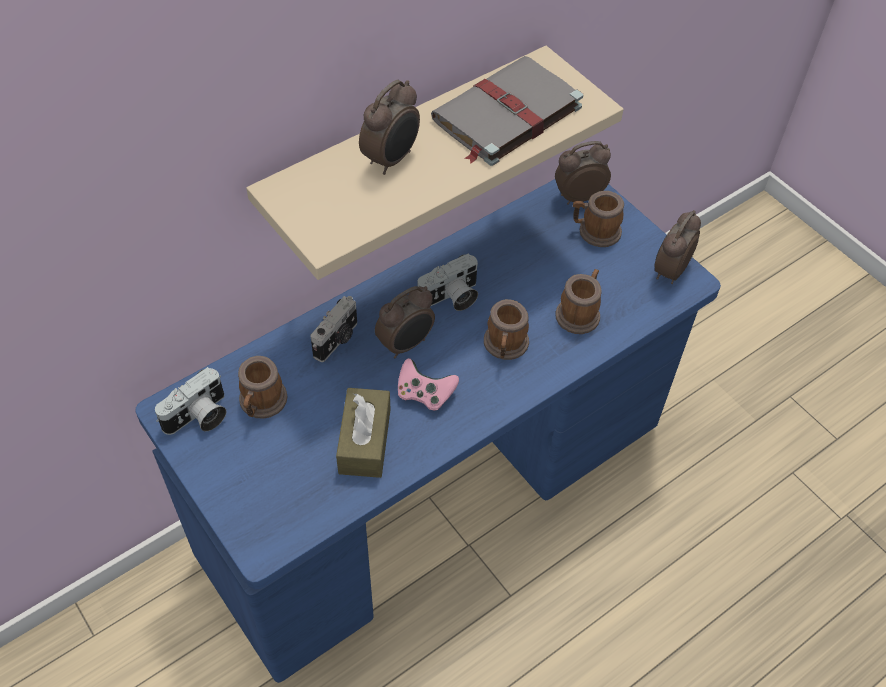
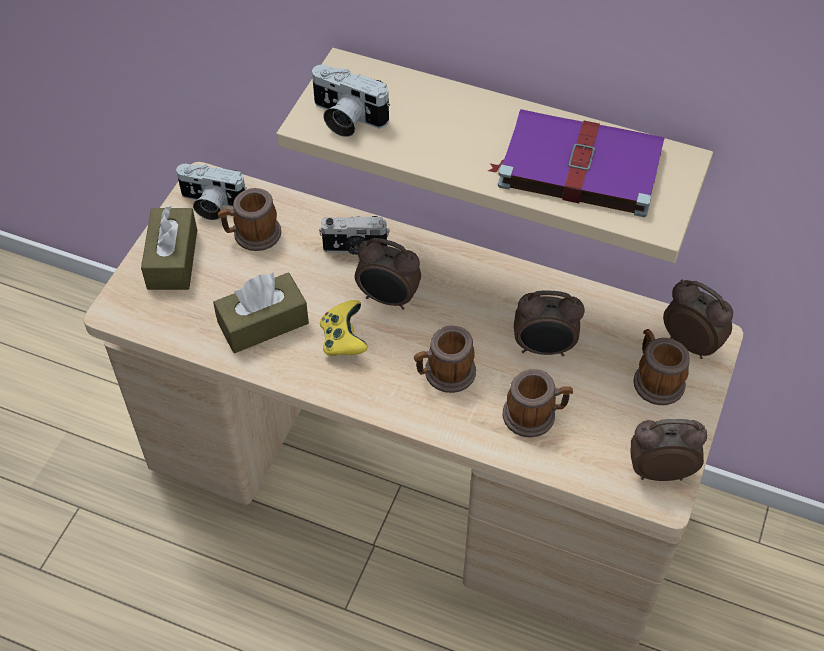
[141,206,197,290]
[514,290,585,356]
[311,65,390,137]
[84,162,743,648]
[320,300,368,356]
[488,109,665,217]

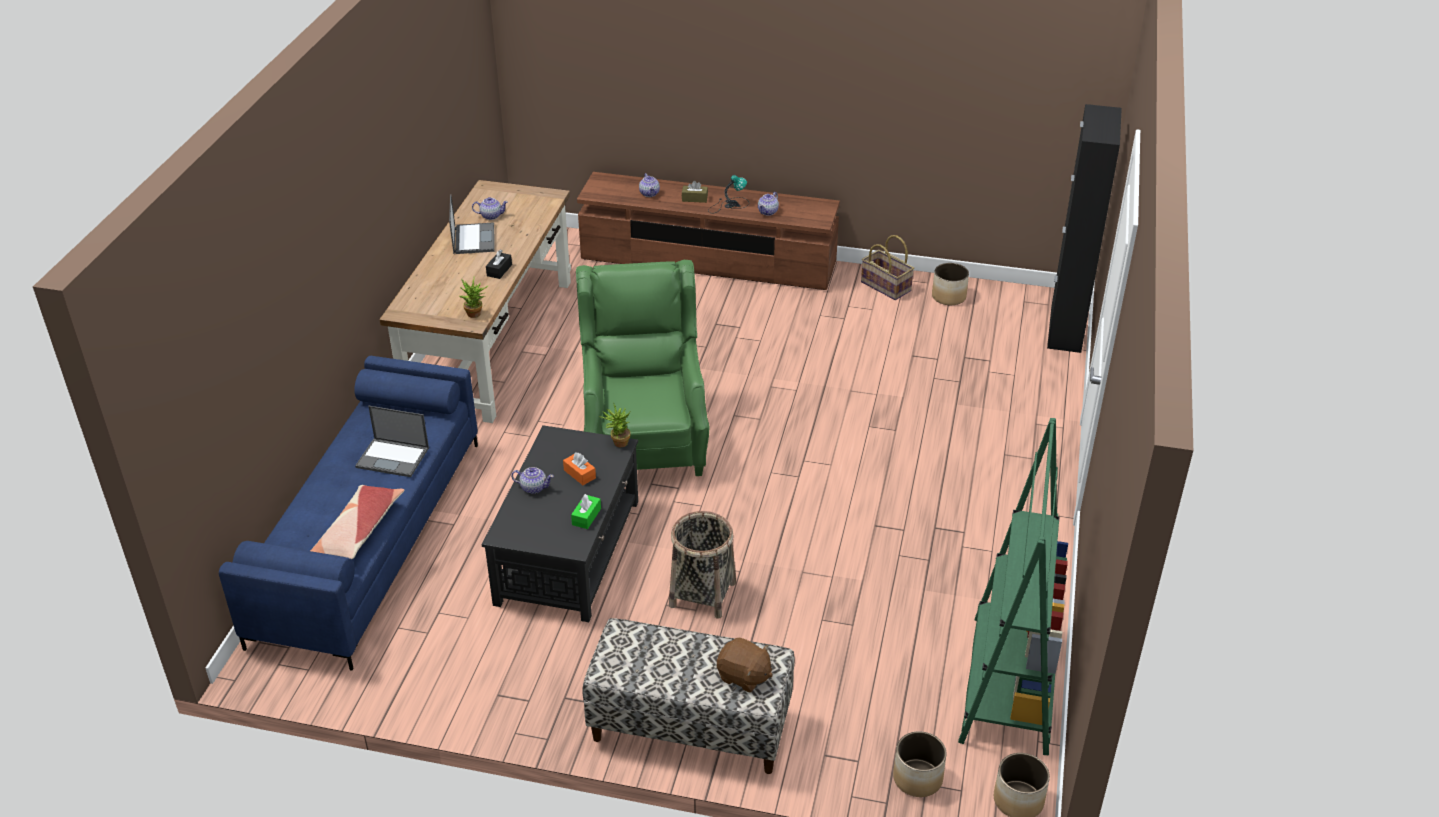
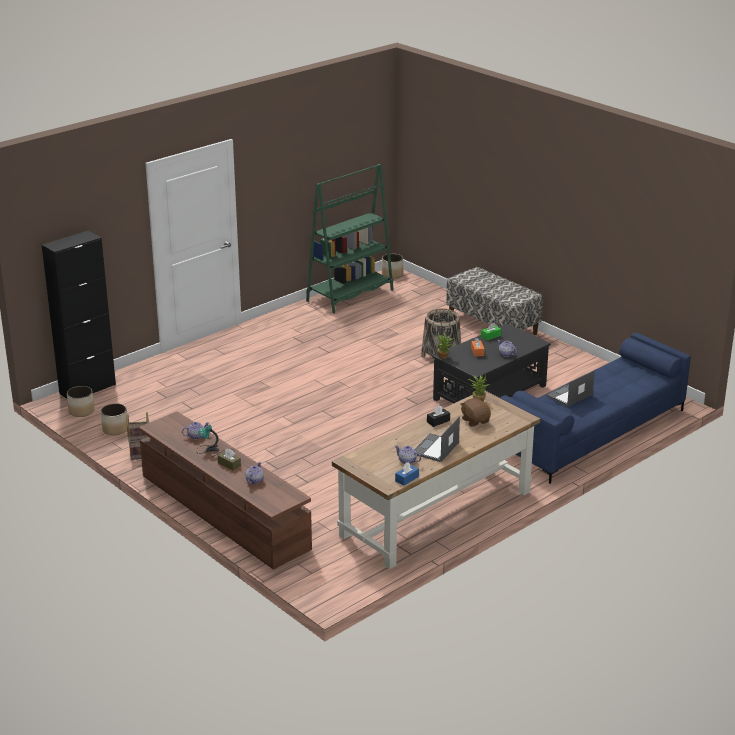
[310,485,405,559] (first image)
[576,260,709,476] (first image)
[395,462,419,486]
[460,398,491,427]
[67,386,95,417]
[546,370,595,407]

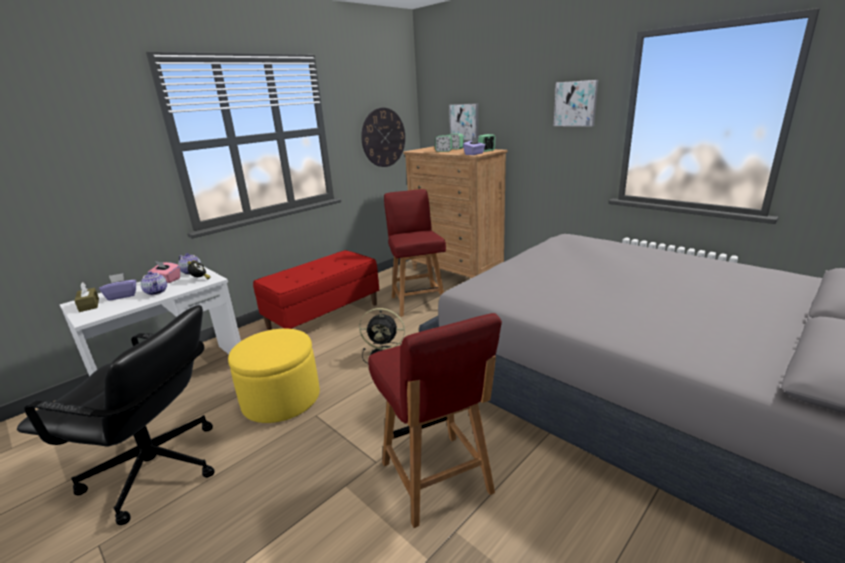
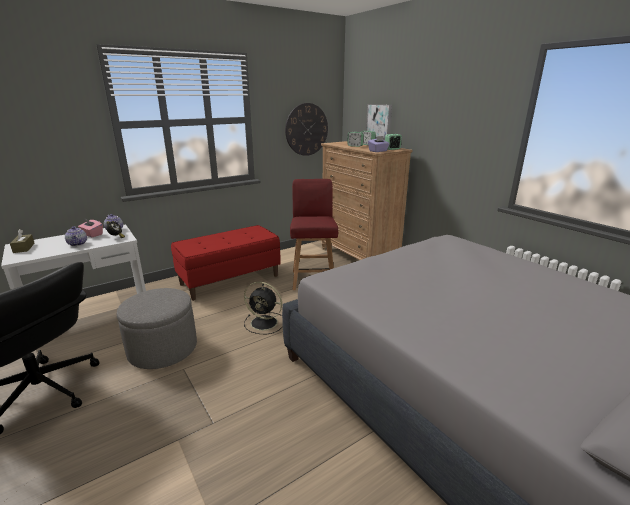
[99,273,136,301] (first image)
[368,313,502,528] (first image)
[554,80,598,127] (first image)
[117,288,197,369]

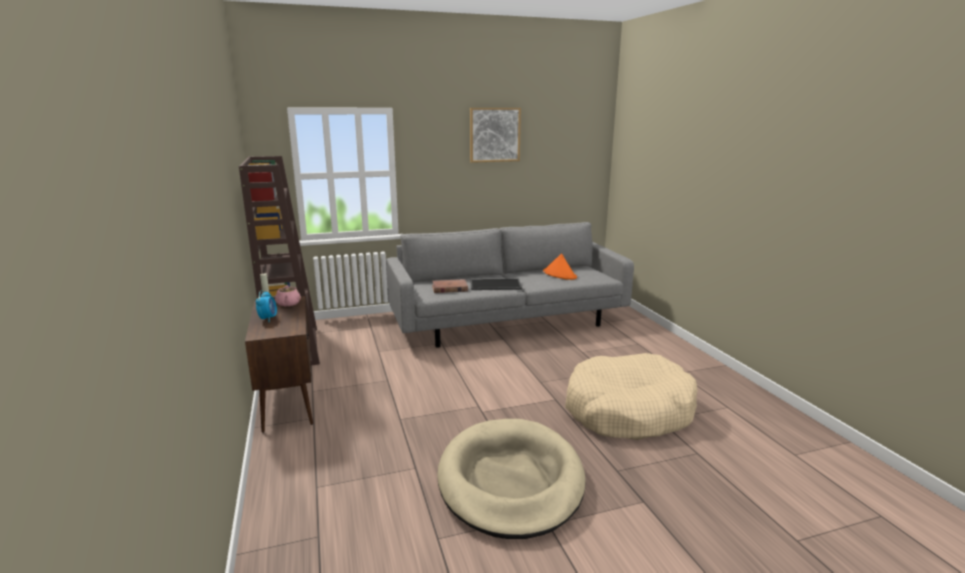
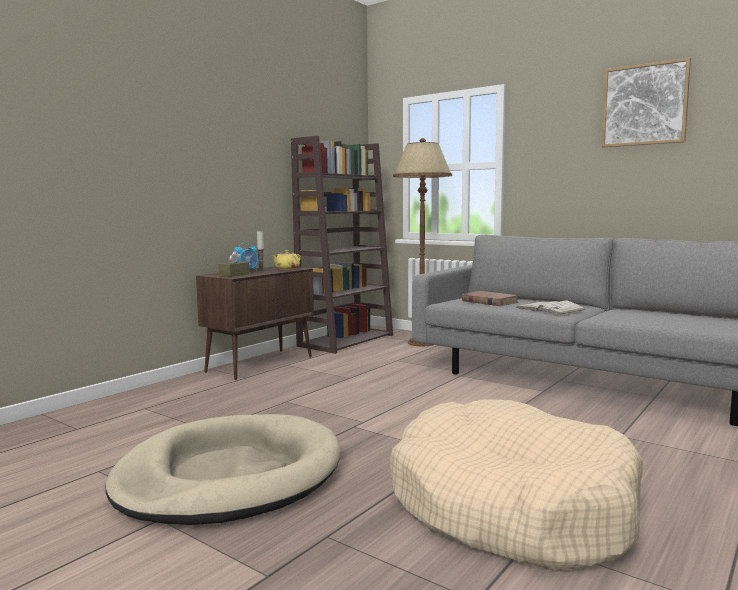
[543,253,577,280] (first image)
[218,251,249,277]
[393,138,452,346]
[516,301,586,315]
[271,250,301,270]

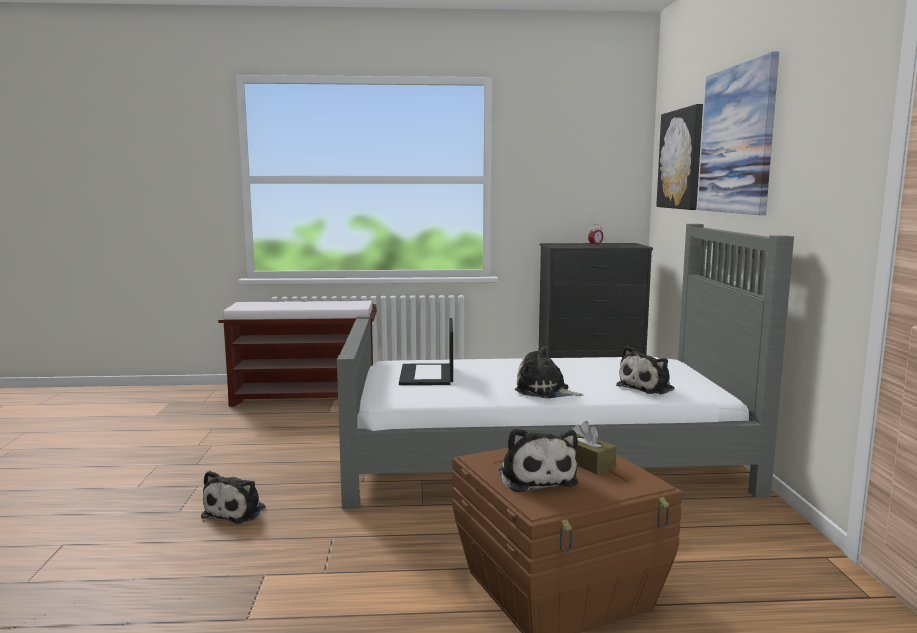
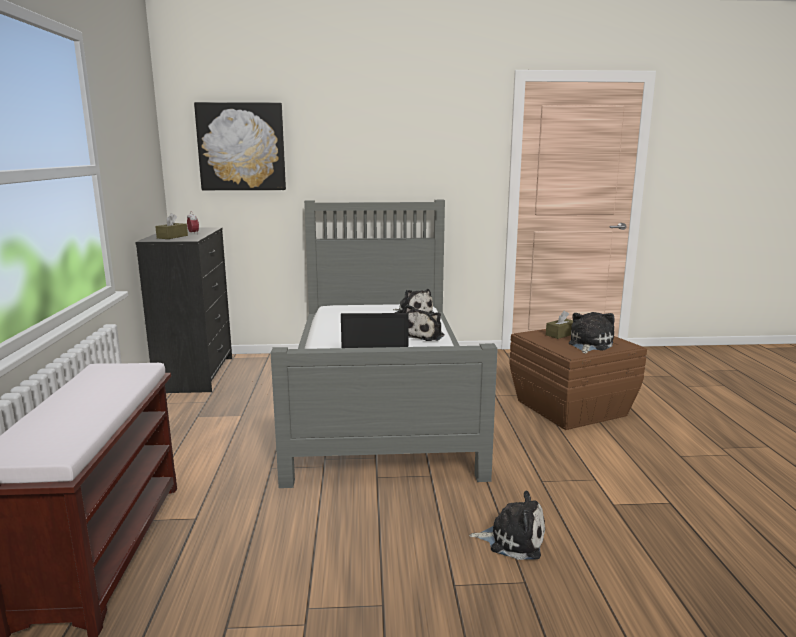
[698,51,779,215] (first image)
[155,213,188,239]
[569,312,615,354]

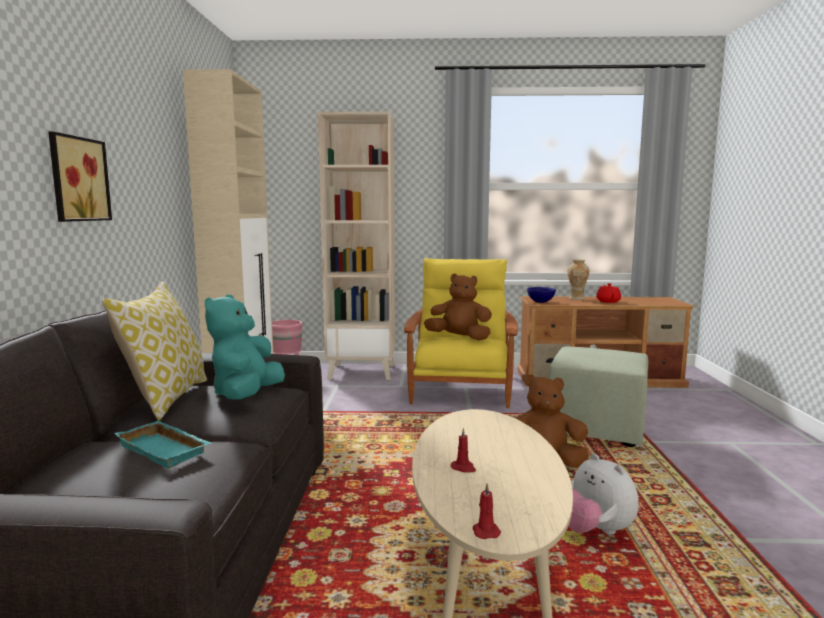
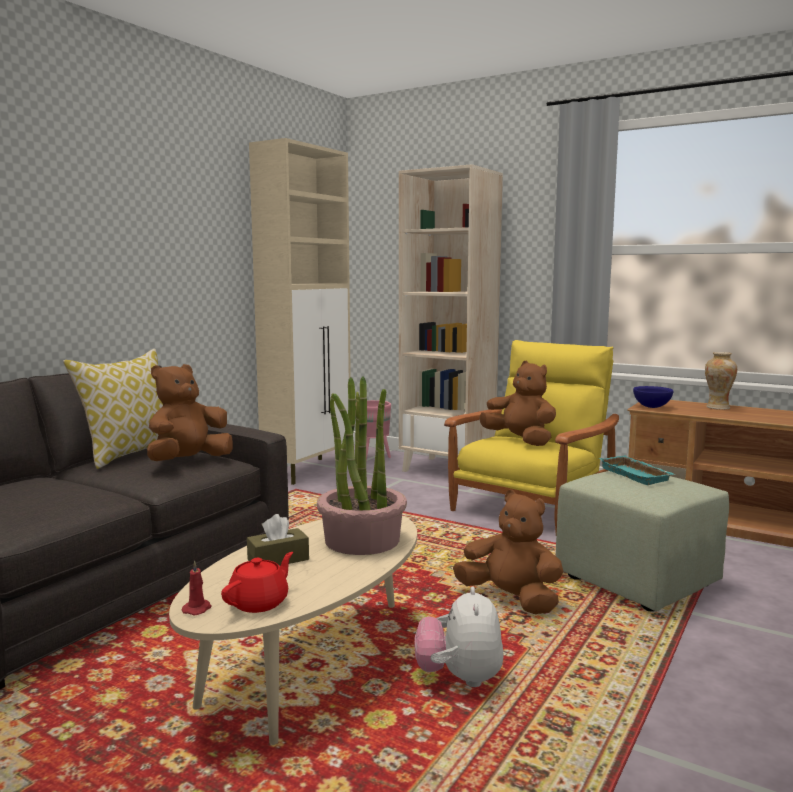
[48,132,112,222] (first image)
[317,376,407,555]
[599,456,674,485]
[221,552,293,613]
[247,514,309,566]
[147,364,233,461]

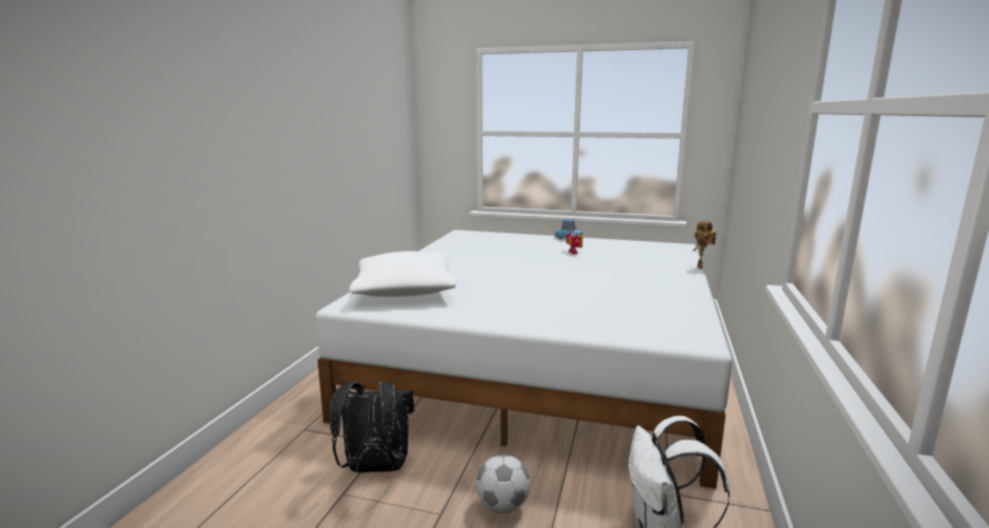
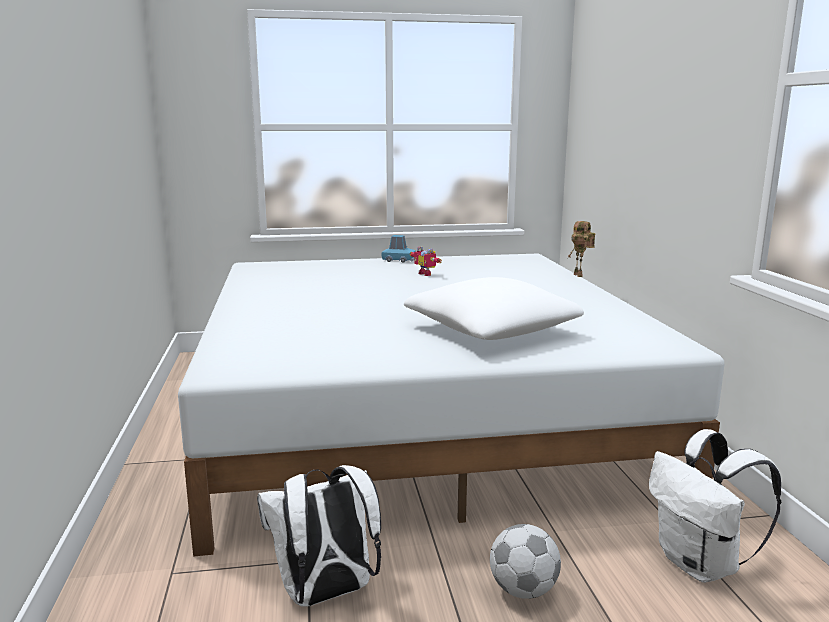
[404,277,584,340]
[257,465,381,607]

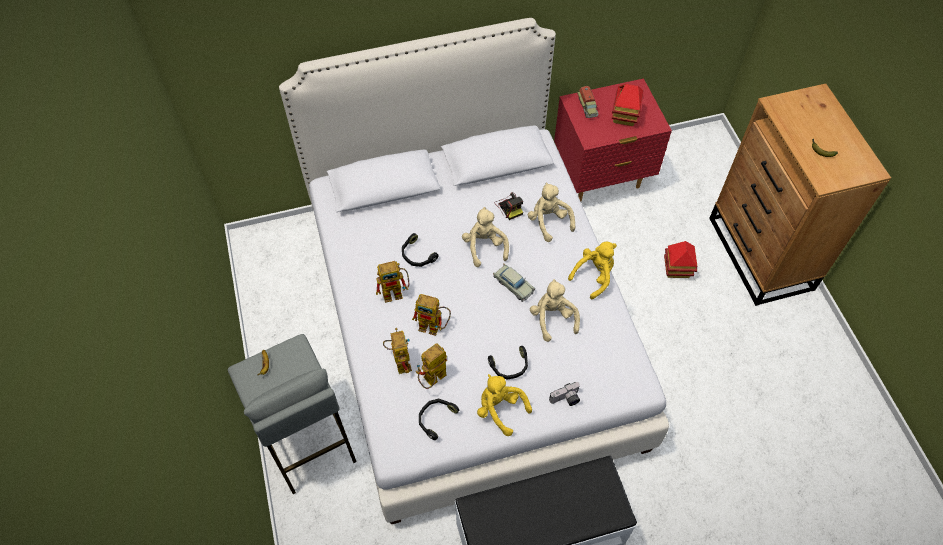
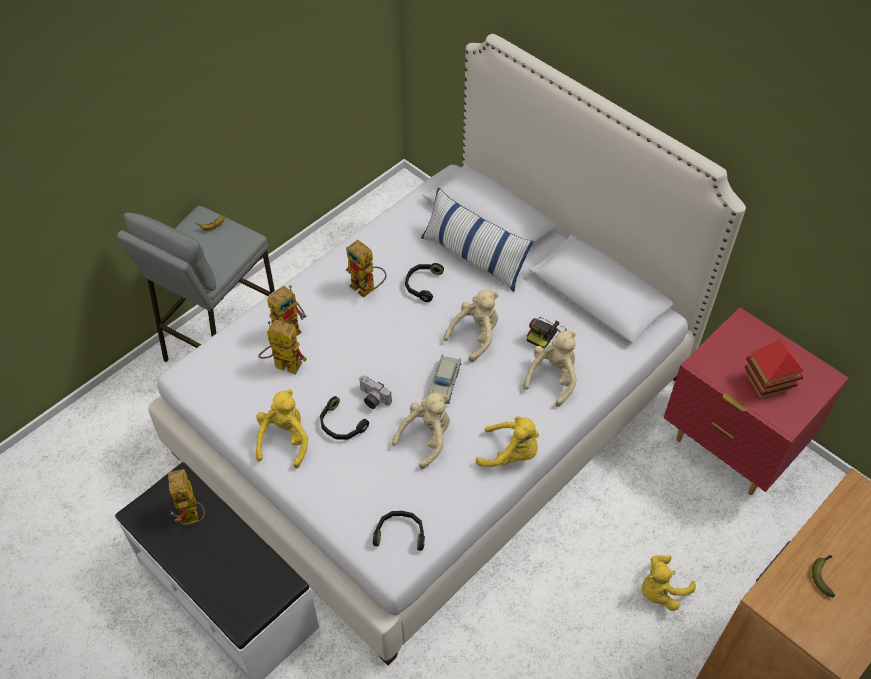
[578,86,598,118] (first image)
[421,187,534,292]
[168,469,205,525]
[373,511,425,551]
[359,375,392,409]
[642,555,696,611]

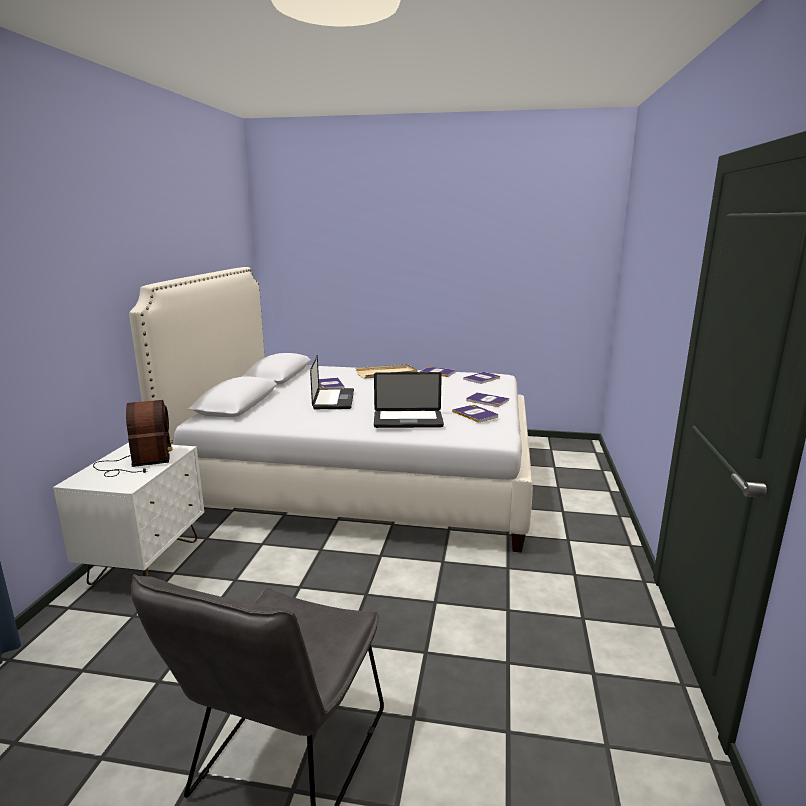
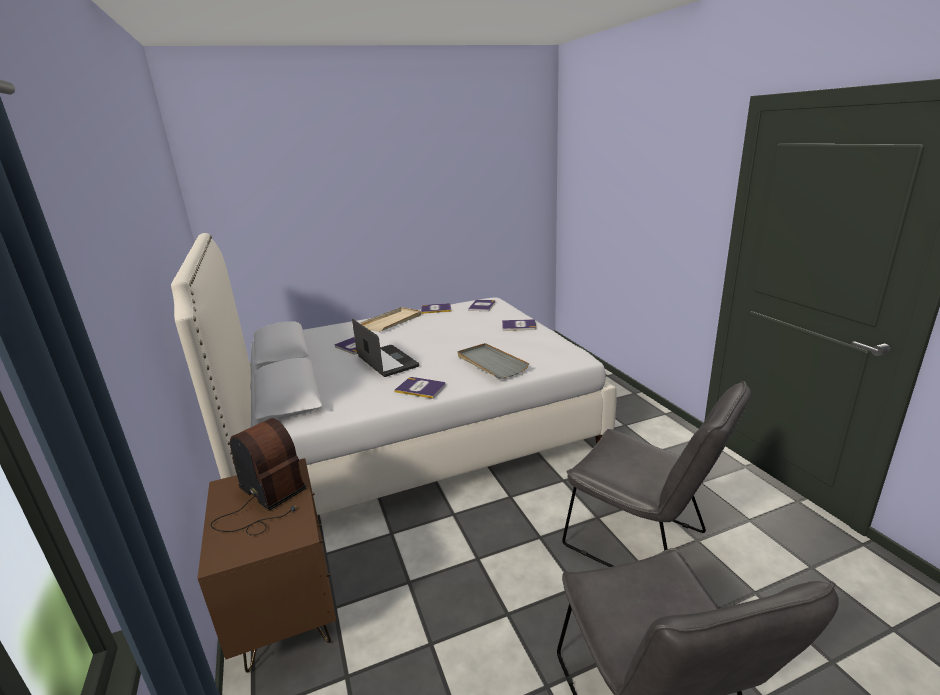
[562,381,751,567]
[394,377,446,399]
[458,343,529,379]
[197,458,336,673]

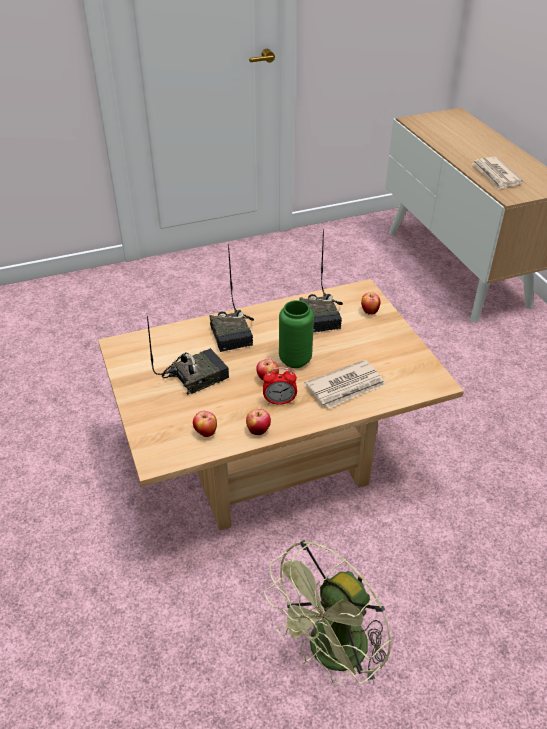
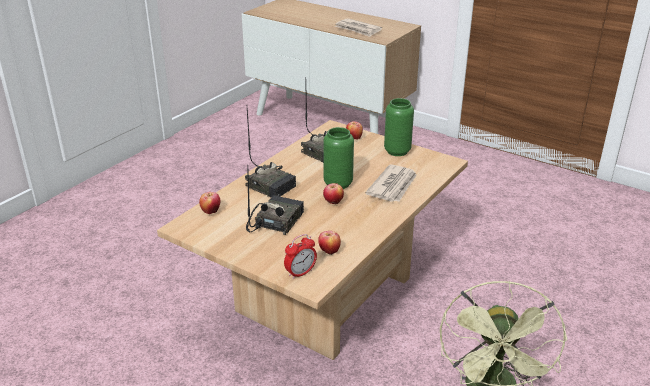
[384,98,414,156]
[199,192,220,214]
[284,234,317,279]

